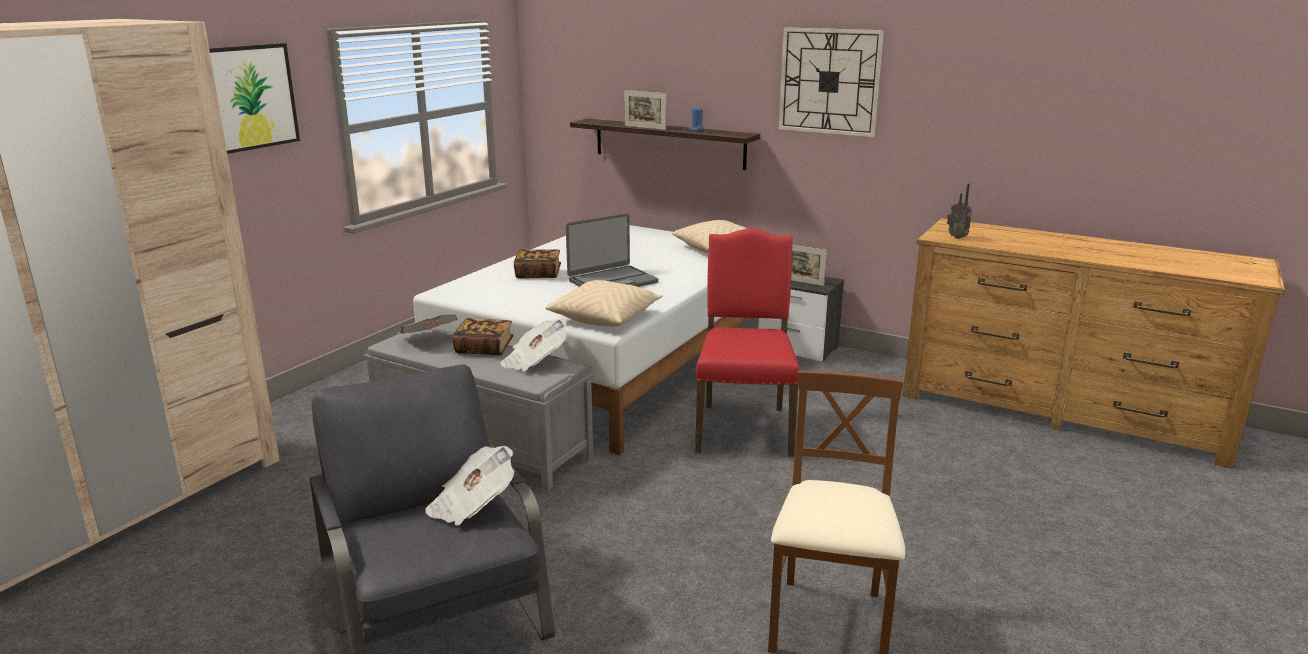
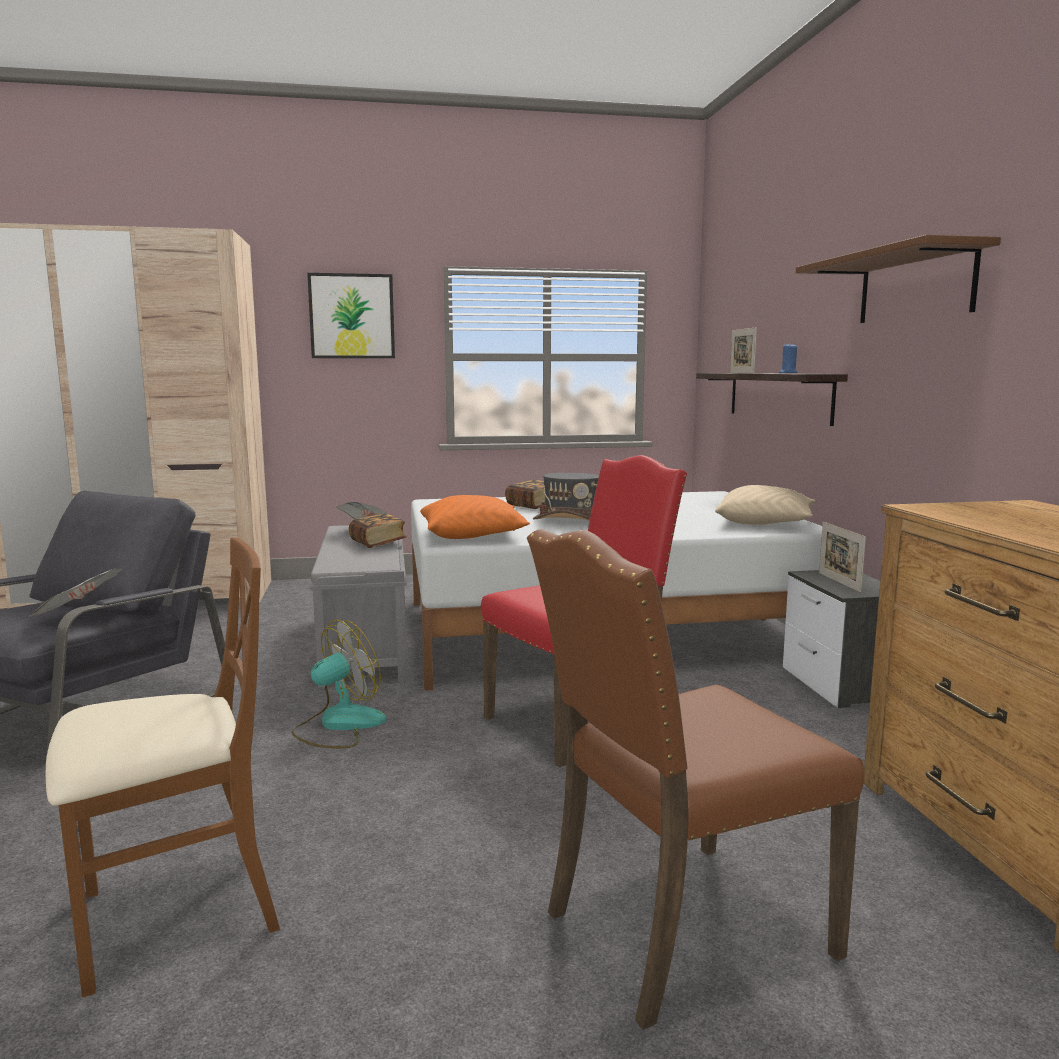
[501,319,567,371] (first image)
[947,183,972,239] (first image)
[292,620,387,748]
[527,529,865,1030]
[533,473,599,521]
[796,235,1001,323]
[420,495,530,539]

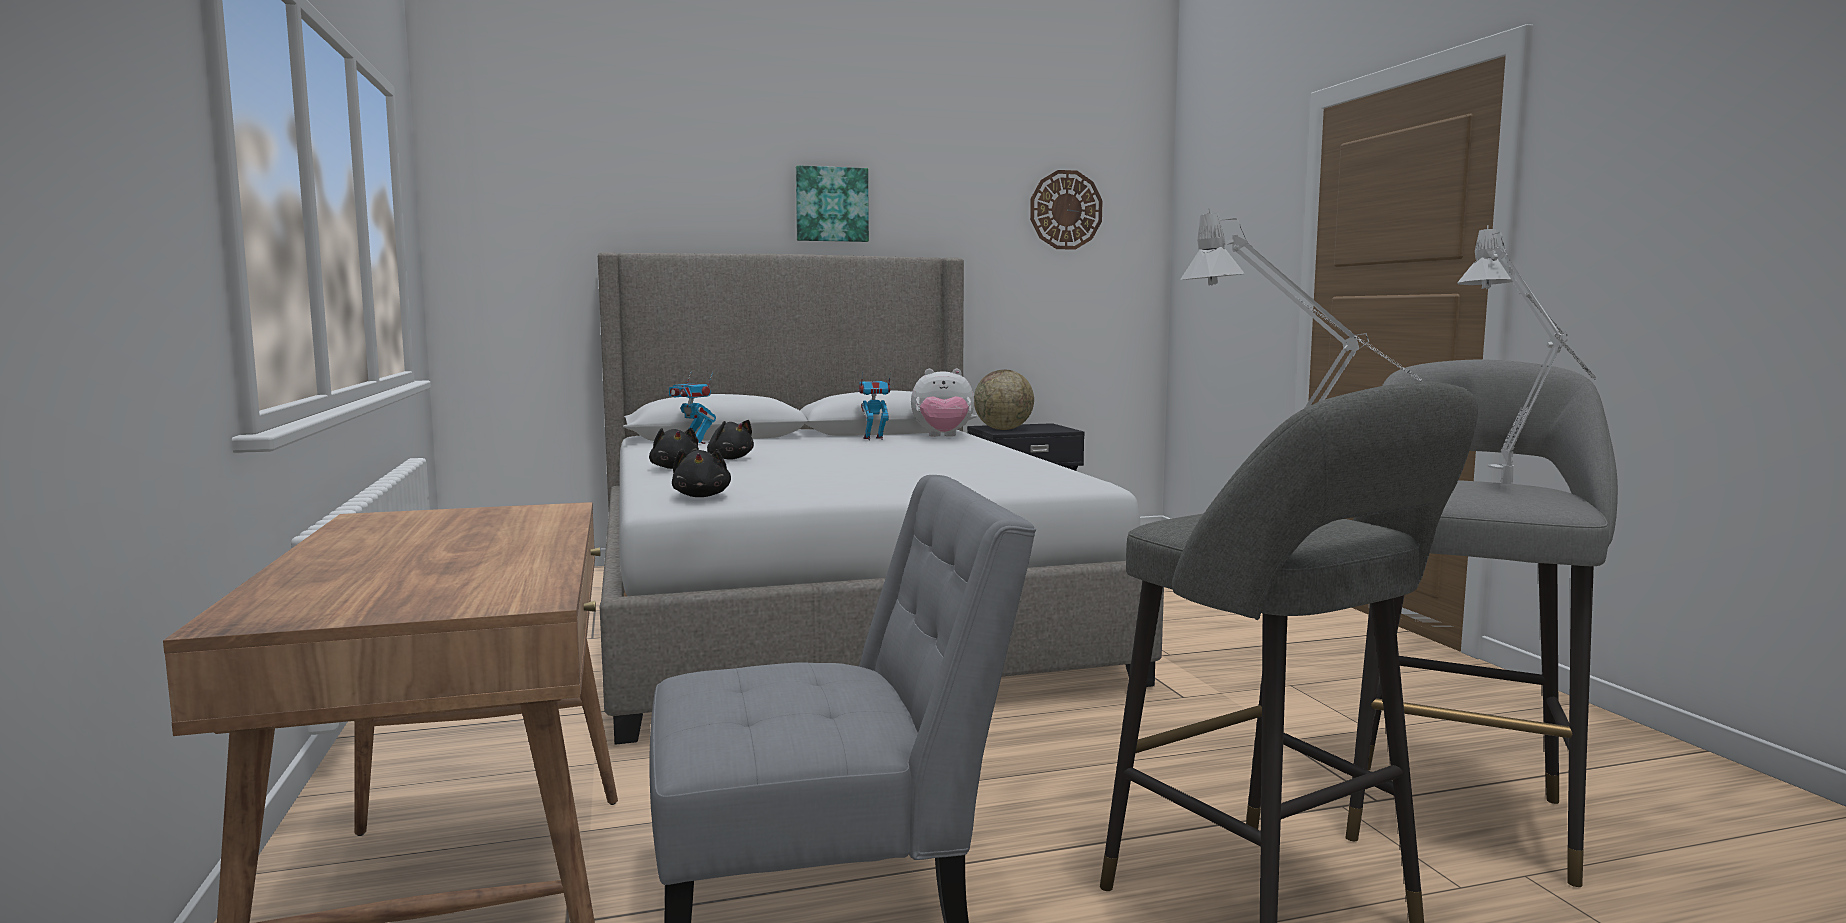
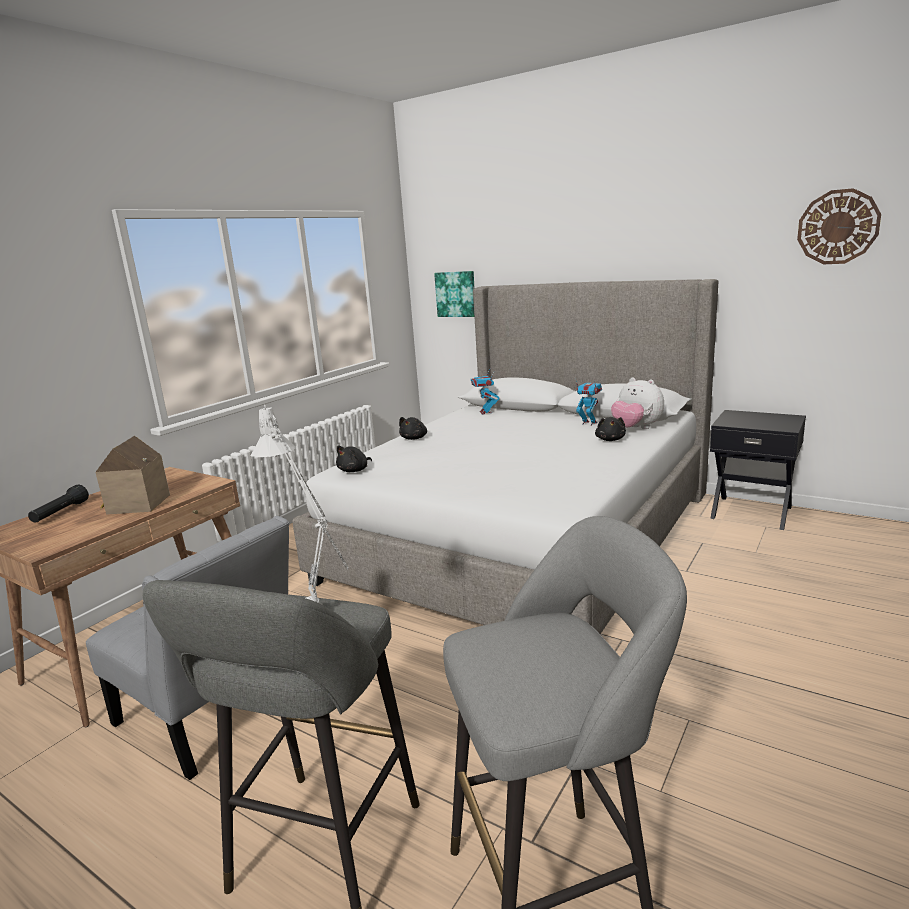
[974,370,1034,430] (first image)
[1457,225,1596,484] (first image)
[28,484,89,523]
[95,436,170,515]
[595,417,626,441]
[434,271,475,317]

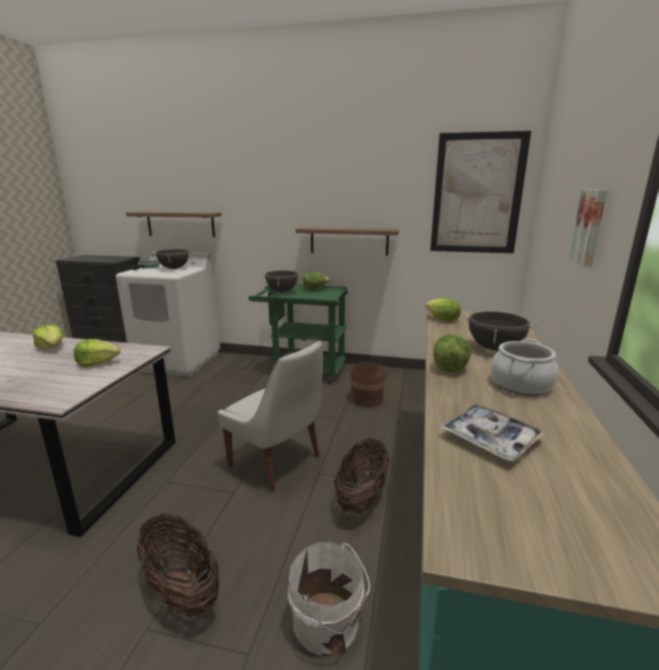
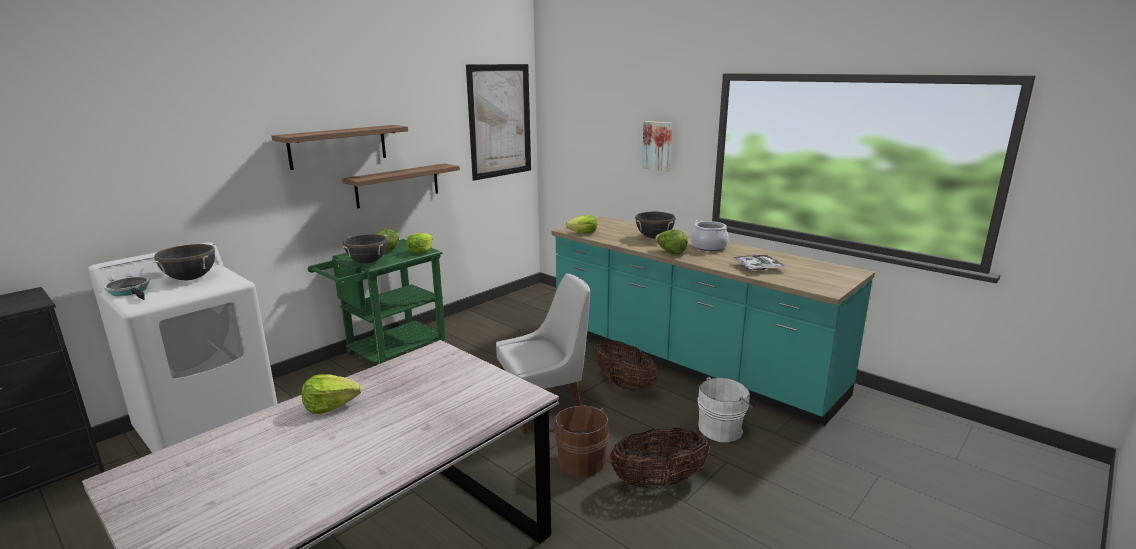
[406,233,433,253]
[271,125,408,170]
[550,406,609,477]

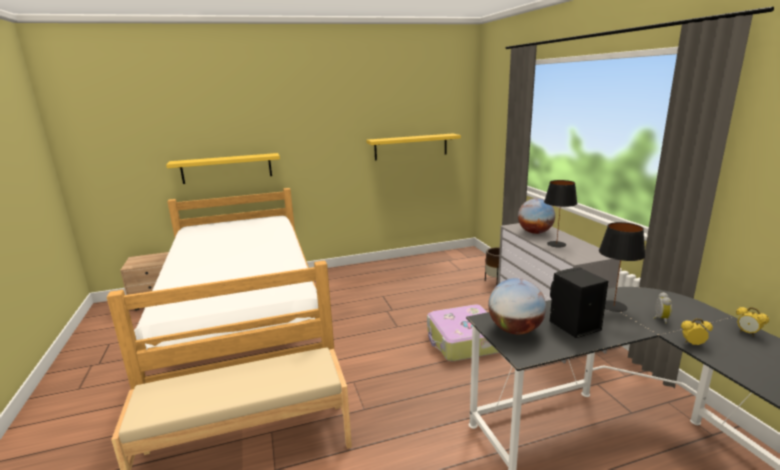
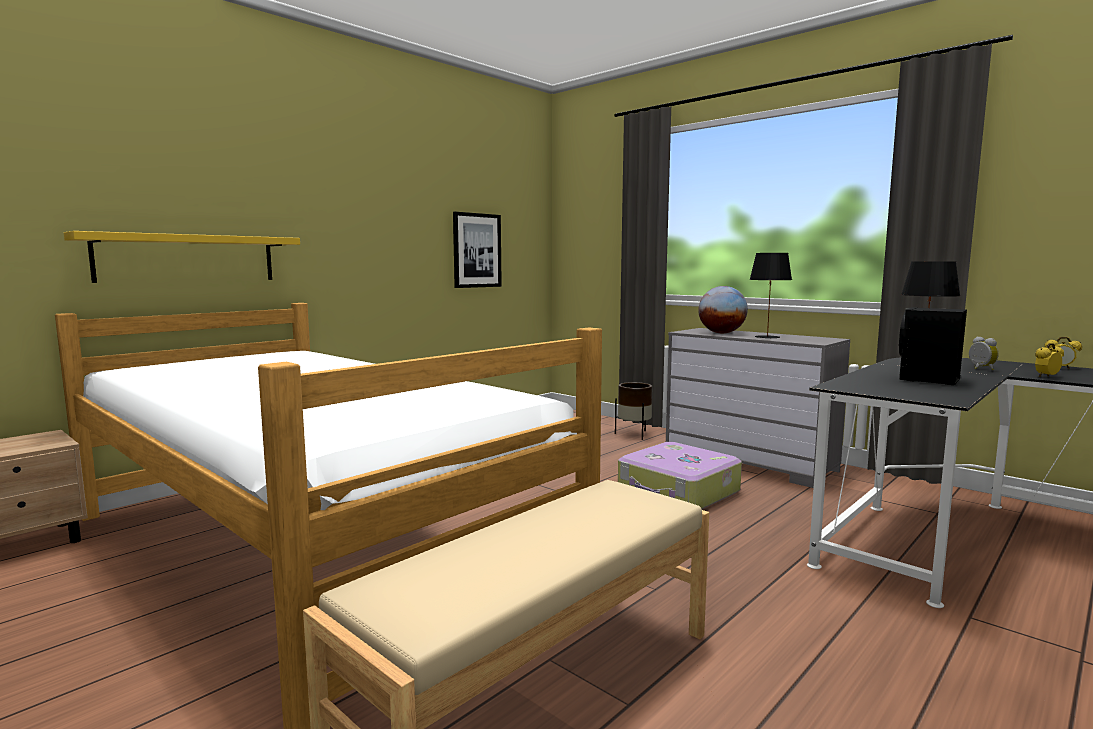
[488,278,546,334] (first image)
[453,212,502,288]

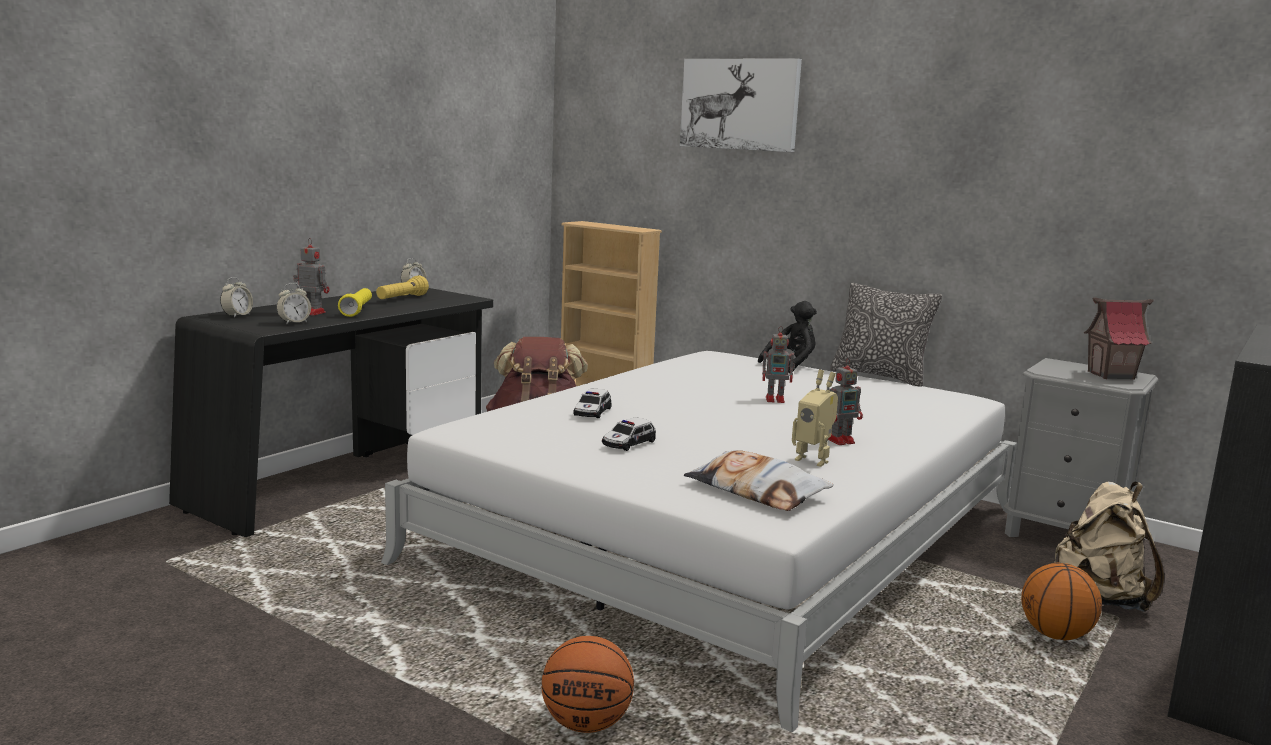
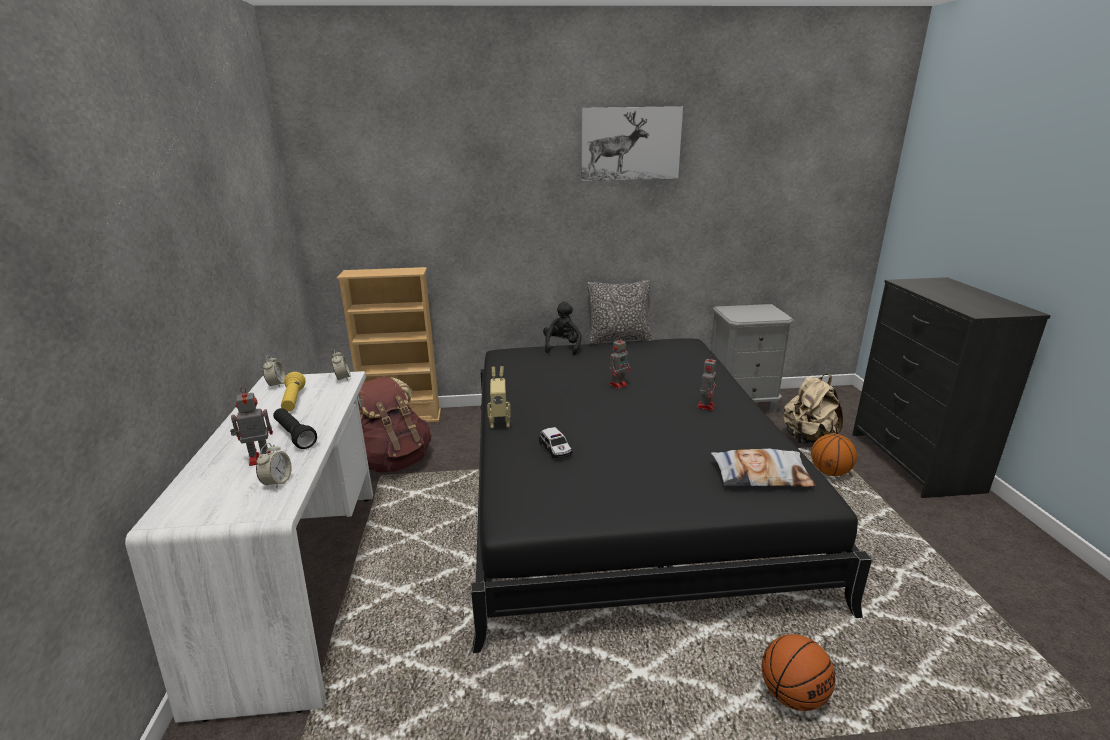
[602,417,656,451] (first image)
[1084,298,1154,380] (first image)
[331,350,351,381]
[581,106,683,181]
[487,366,511,428]
[125,371,373,723]
[273,408,317,449]
[471,338,872,653]

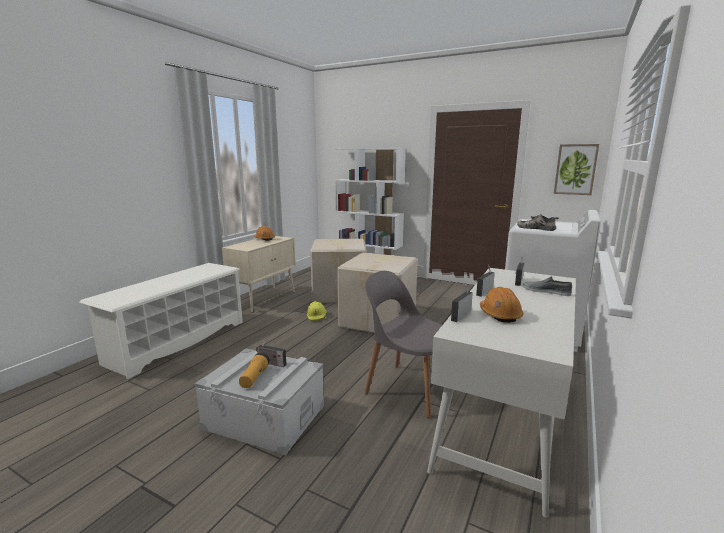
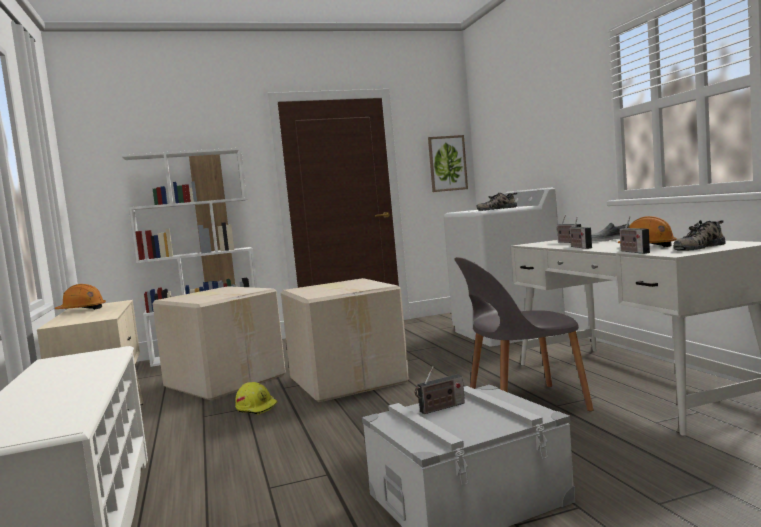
[239,352,270,388] (first image)
[673,220,726,251]

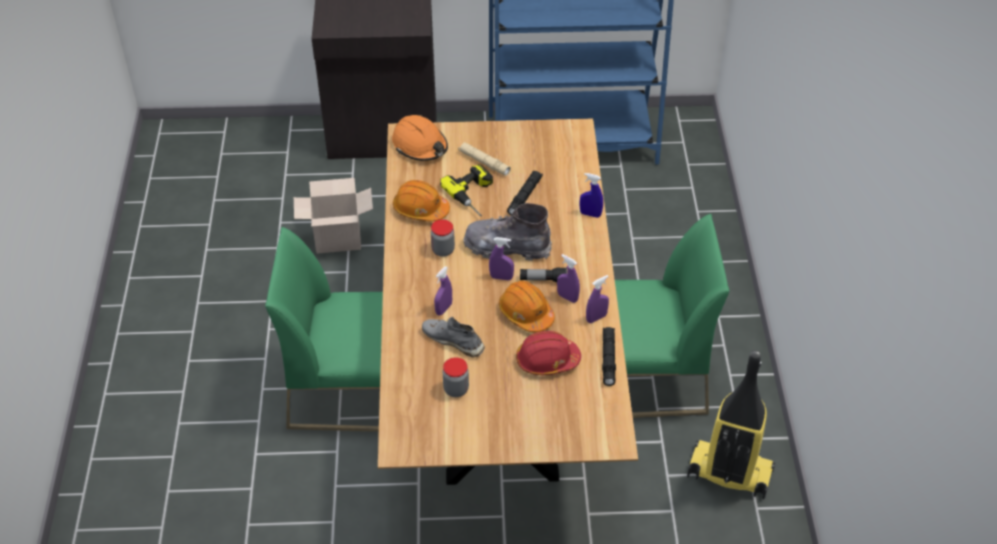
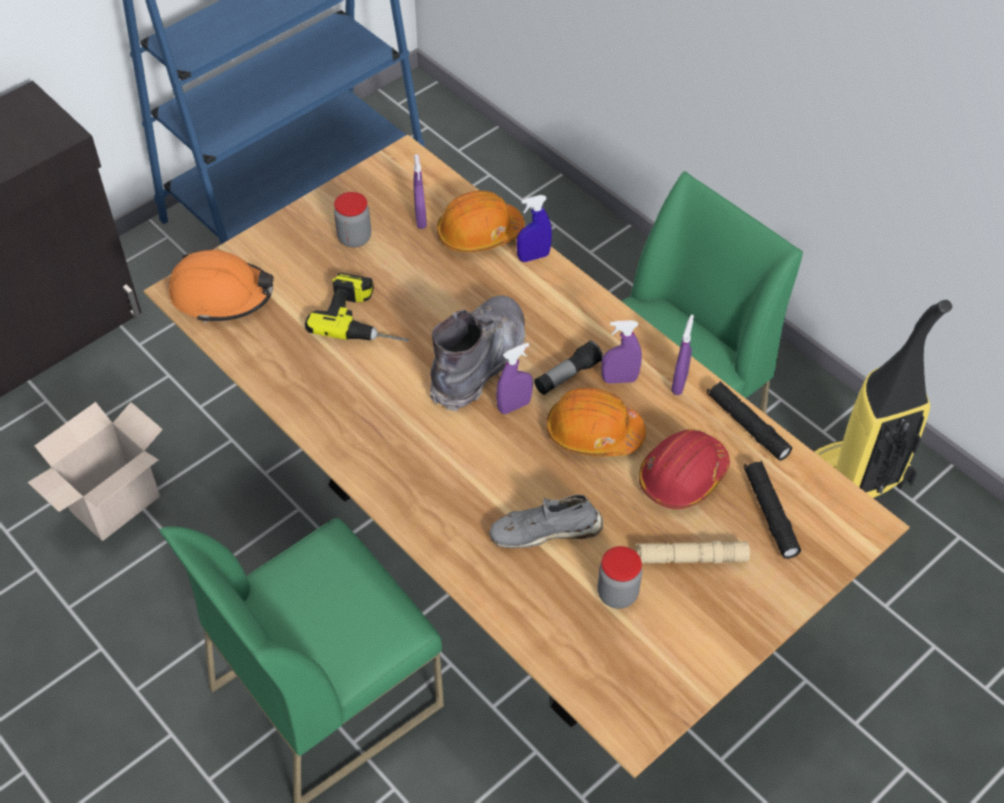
[437,190,525,252]
[334,192,371,248]
[413,154,427,229]
[635,541,750,563]
[744,460,801,559]
[430,296,526,412]

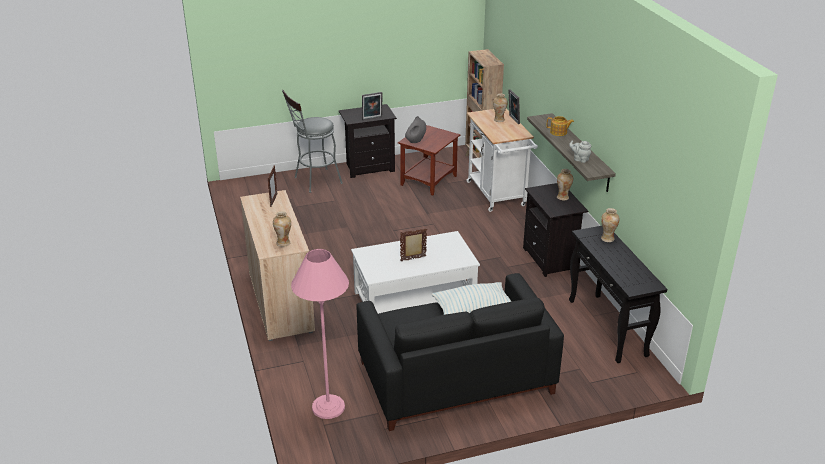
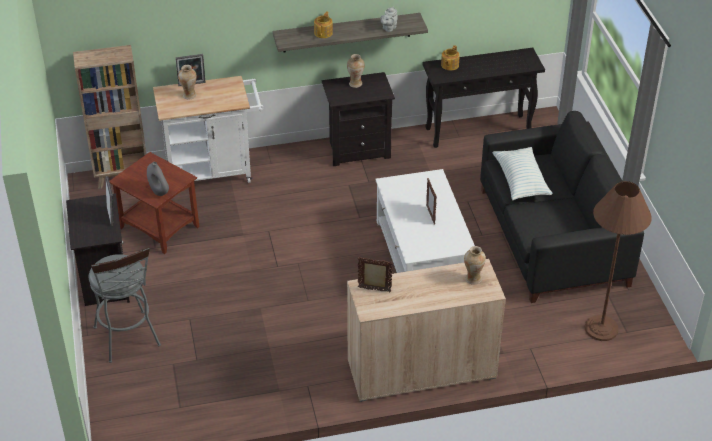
[441,45,460,70]
[585,181,652,341]

